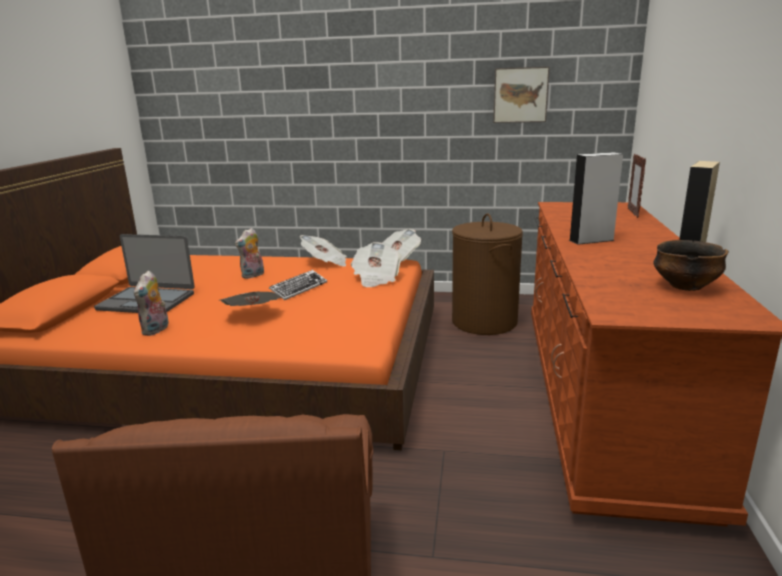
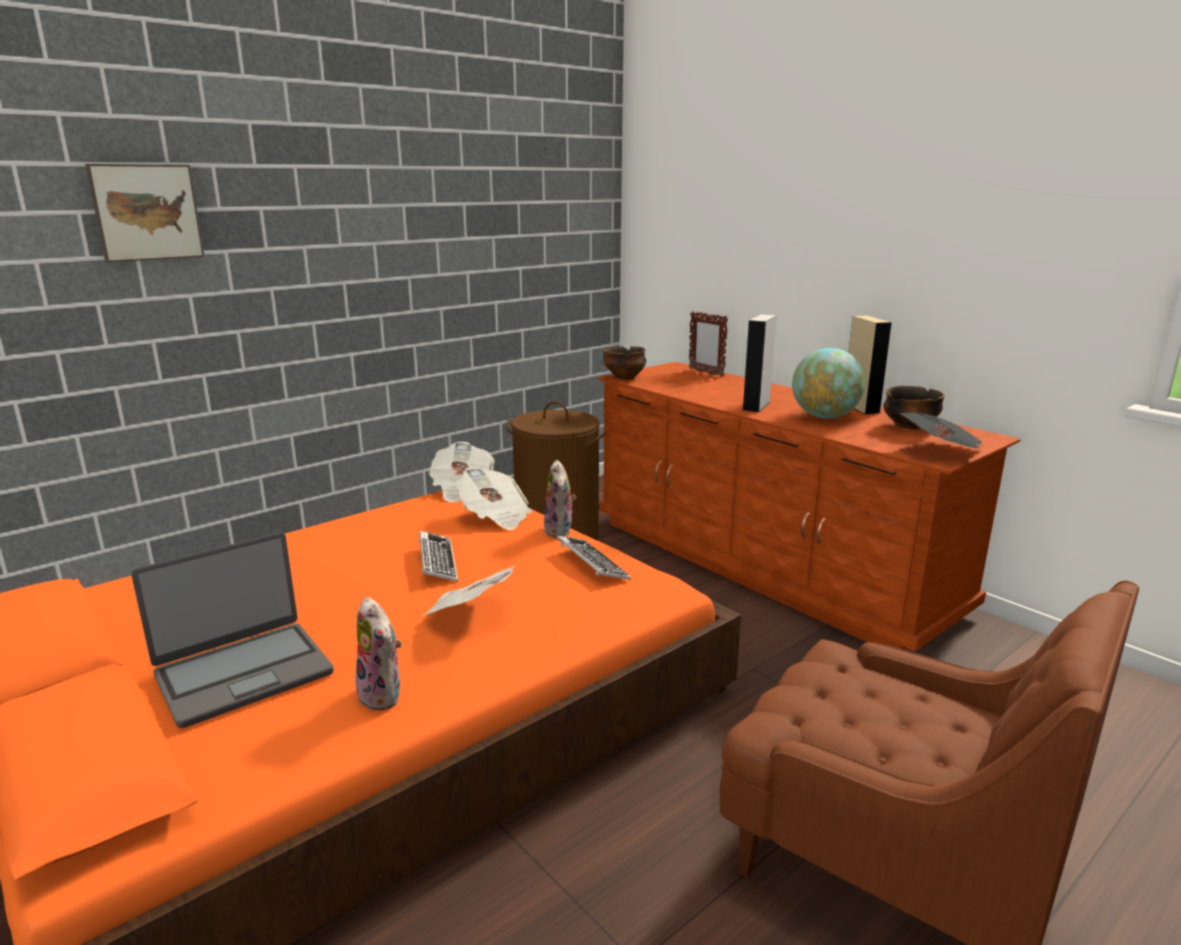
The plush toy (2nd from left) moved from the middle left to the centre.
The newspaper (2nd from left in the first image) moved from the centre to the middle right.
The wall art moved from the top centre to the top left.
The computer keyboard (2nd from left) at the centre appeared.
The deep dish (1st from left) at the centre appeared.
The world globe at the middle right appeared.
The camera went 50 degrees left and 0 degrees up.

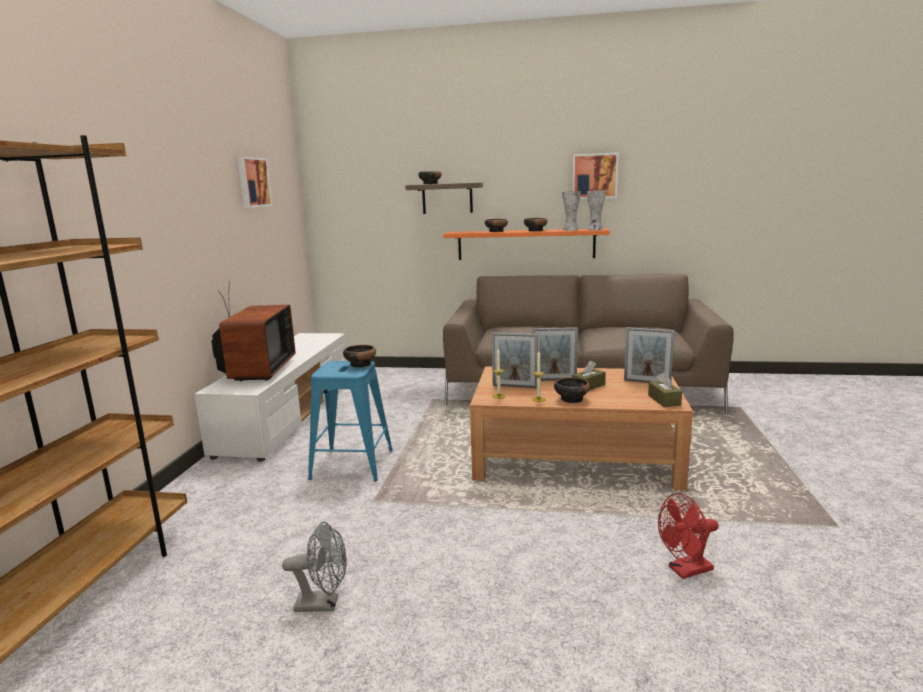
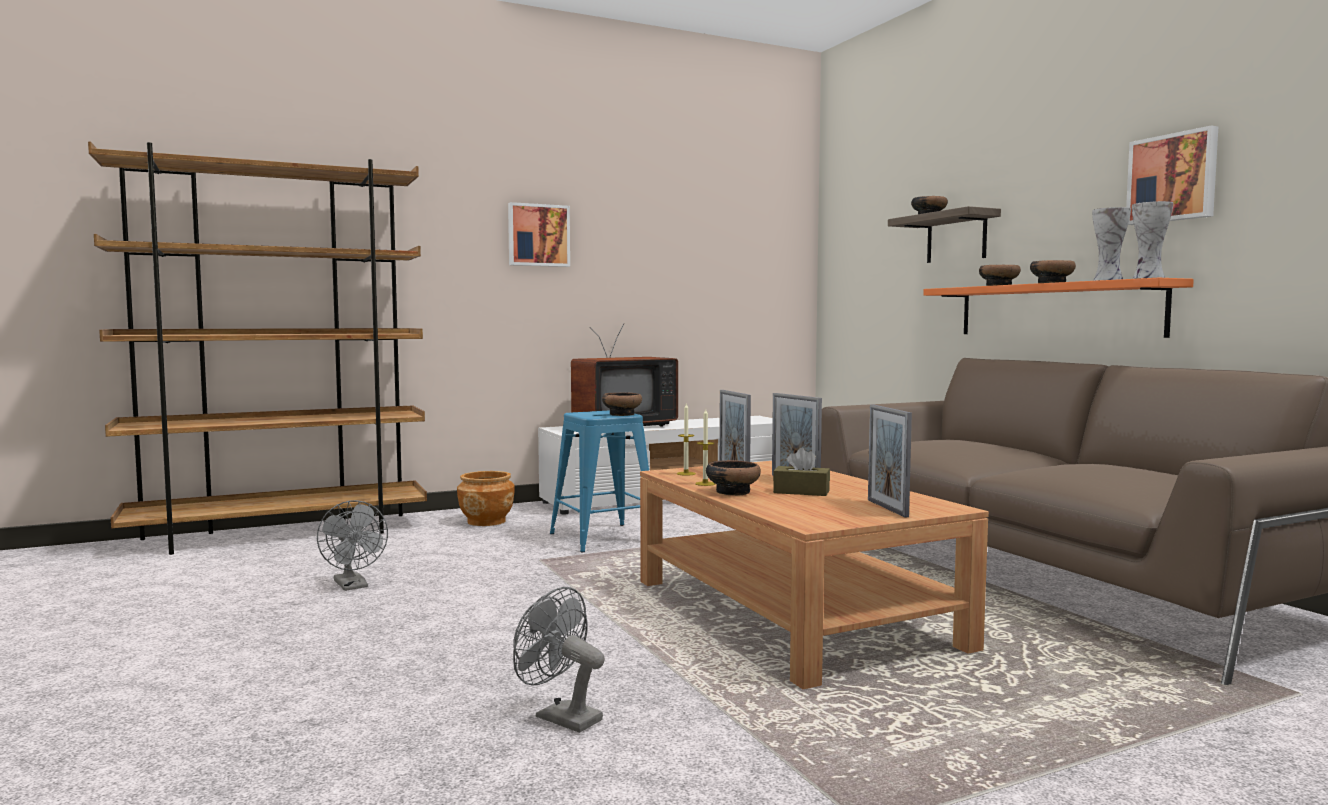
The wall art (1st from left) moved from the top left to the top centre.
The box of tissues (brown) (2nd from left) at the middle right disappeared.
The electric fan (red-coloured) at the bottom right became the electric fan (greyish) (2nd from left) at the bottom centre.
The flower pot (brown) at the centre appeared.
The camera went 55 degrees right and 10 degrees down.

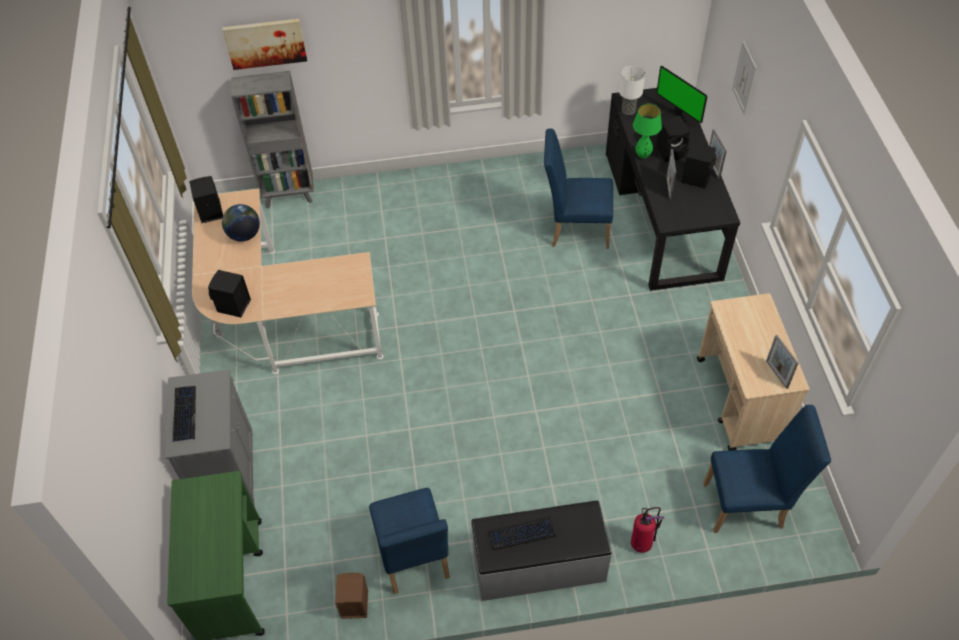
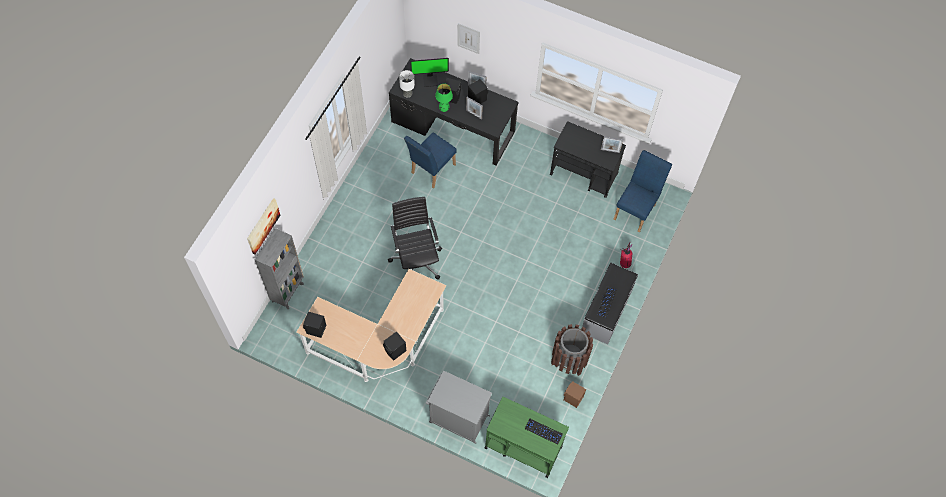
The computer keyboard (1st from left) moved from the middle left to the bottom centre.
The world globe at the middle left disappeared.
The chair (bluish) (1st from left) at the bottom centre was replaced by the trash can (brown) at the bottom centre.
The wheeled cart (beige-coloured) at the middle right became the wheeled cart (black-coloured) at the top centre.
The desk chair (black-coloured) at the centre appeared.
The camera went 60 degrees left and 10 degrees up.

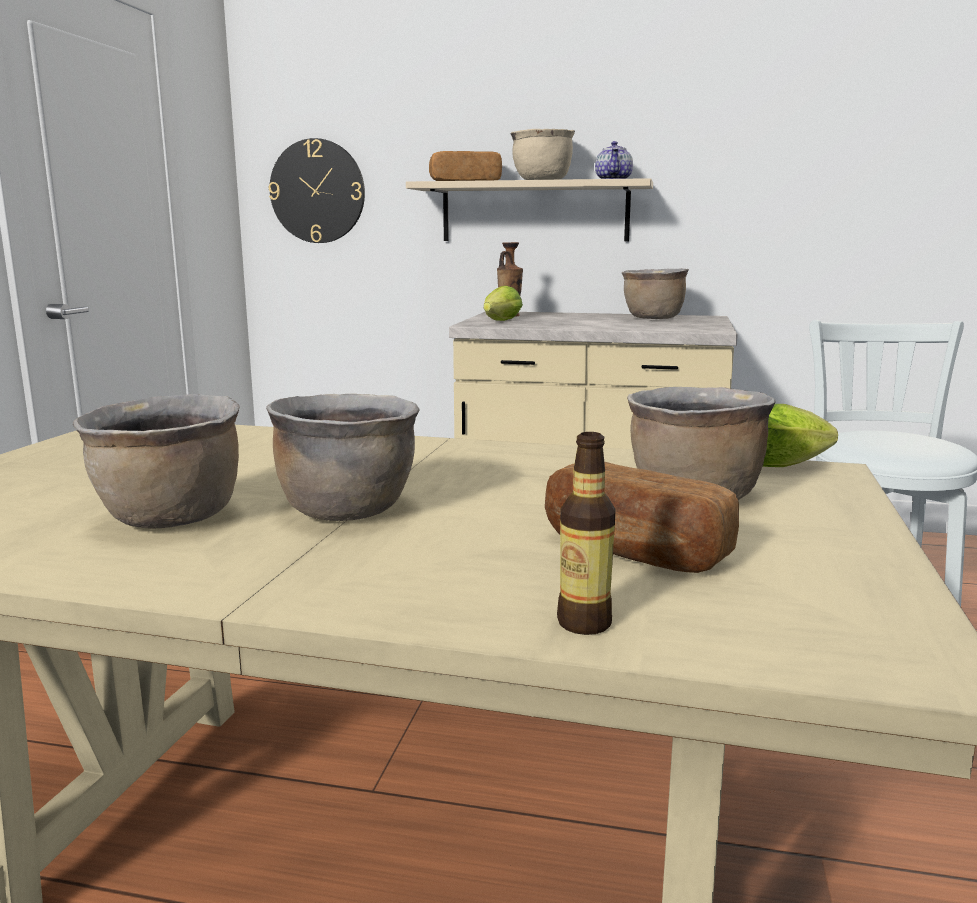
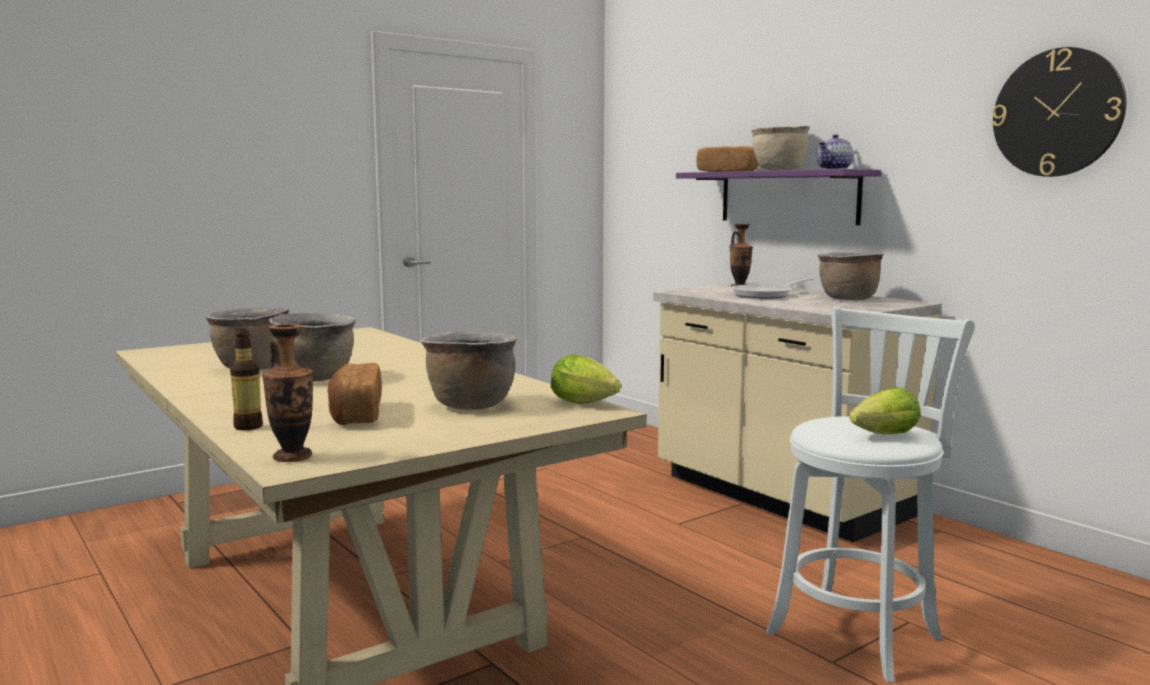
The hanging clock moved from the top left to the top right.
The bracket shelf (beige-coloured) at the top centre became the bracket shelf (purplish) at the top right.
The lettuce (1st from left in the first image) moved from the centre to the middle right.
The vase (1st from left) at the middle left appeared.
The frying pan at the middle right appeared.
The camera went 40 degrees right and 5 degrees down.

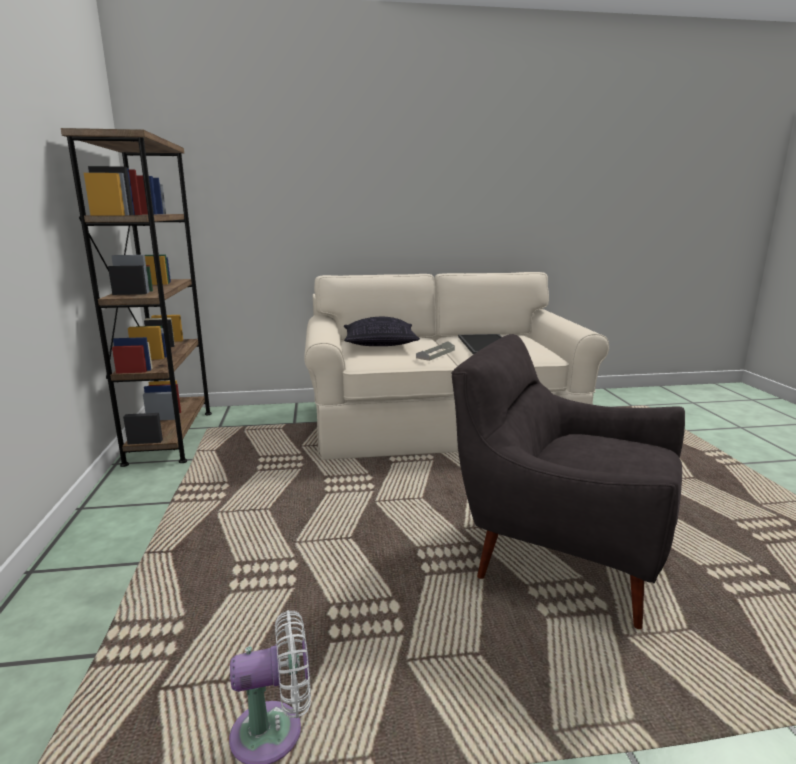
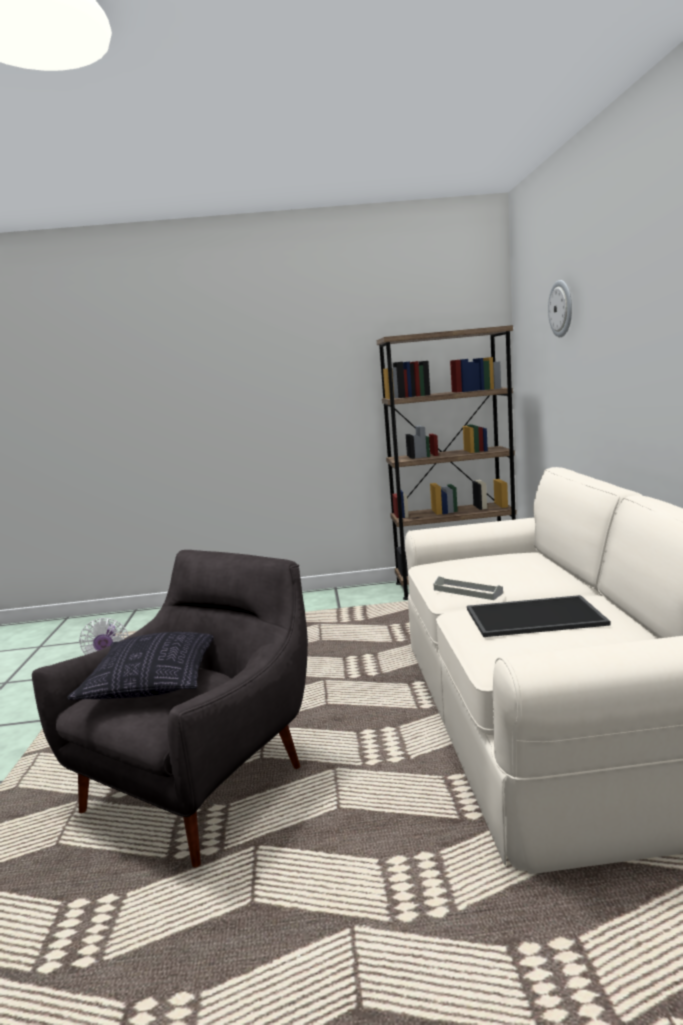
The cushion moved from the centre to the middle left.
The hanging clock at the top right appeared.
The camera went 95 degrees right and 5 degrees down.

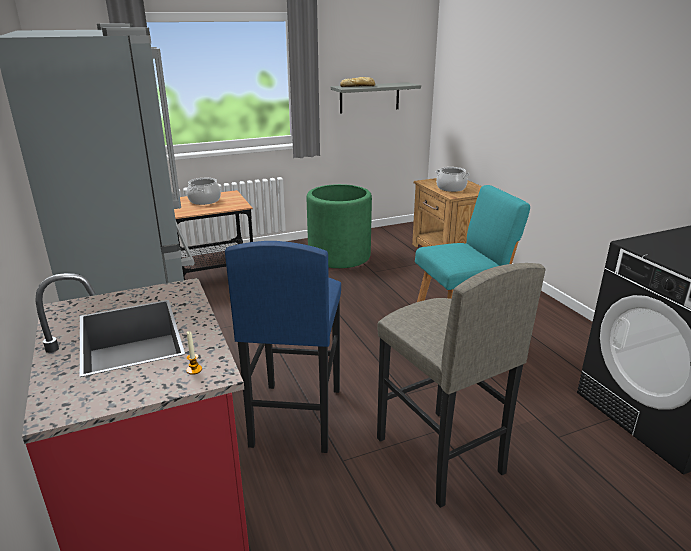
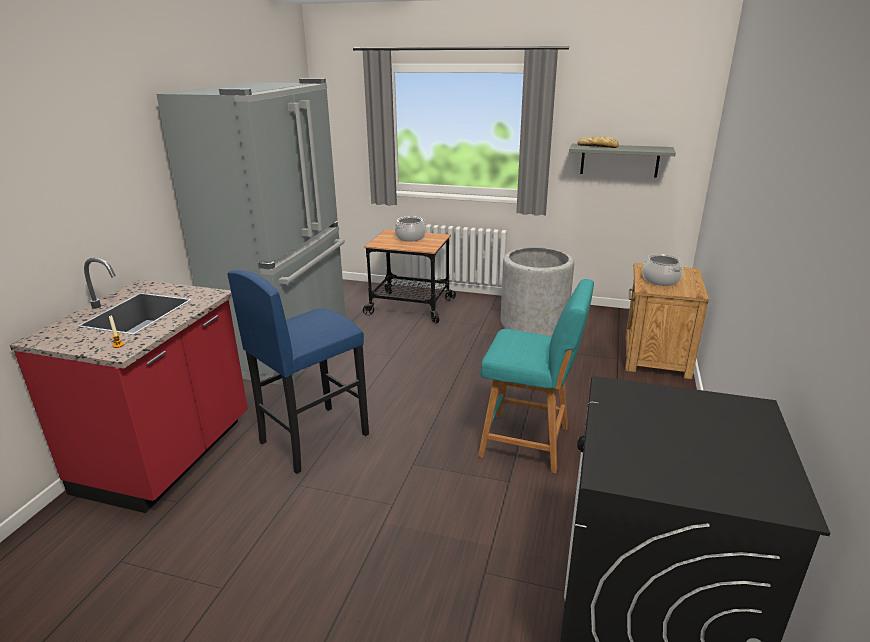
The flower pot (green) at the centre became the flower pot (greyish) at the centre.
The sitting stool (greyish) at the bottom right disappeared.
The camera went 40 degrees right and 0 degrees up.

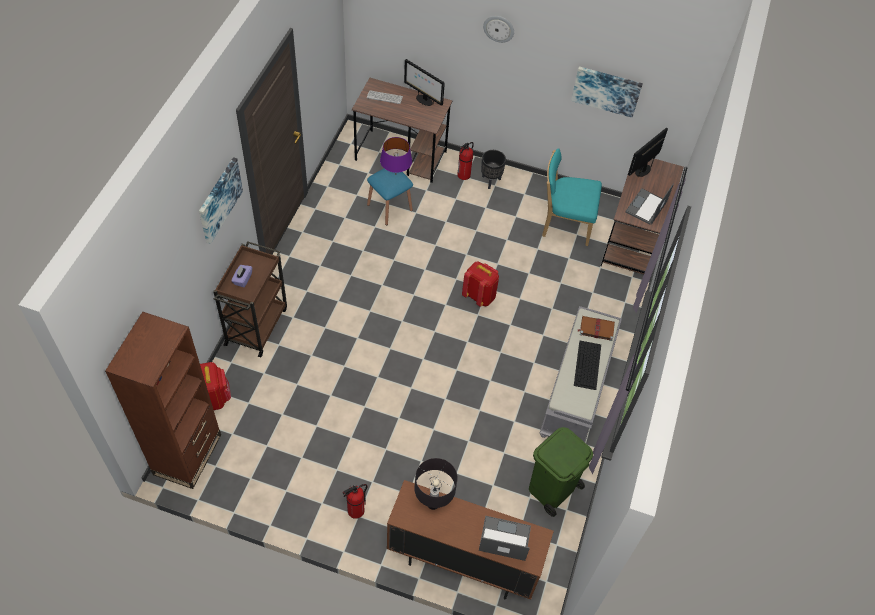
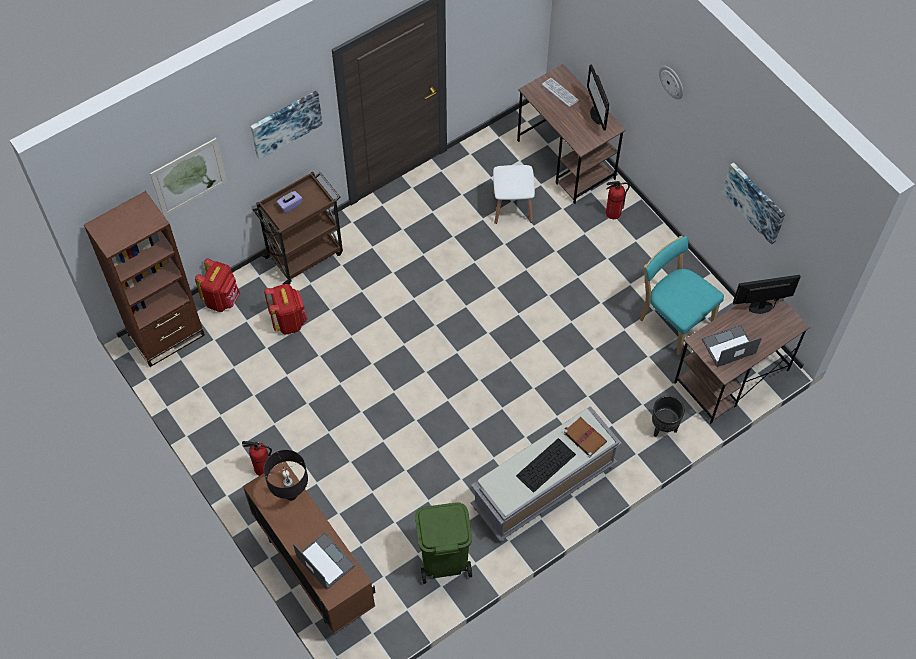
The sitting stool (bluish) at the top centre became the sitting stool (white-coloured) at the top centre.
The table lamp (purplish) at the top centre disappeared.
The backpack (red-coloured) (2nd from left) moved from the centre to the middle left.
The flower pot (black-coloured) moved from the top centre to the middle right.
The wall art (1st from left) at the top left appeared.
The camera went 40 degrees right and 5 degrees up.

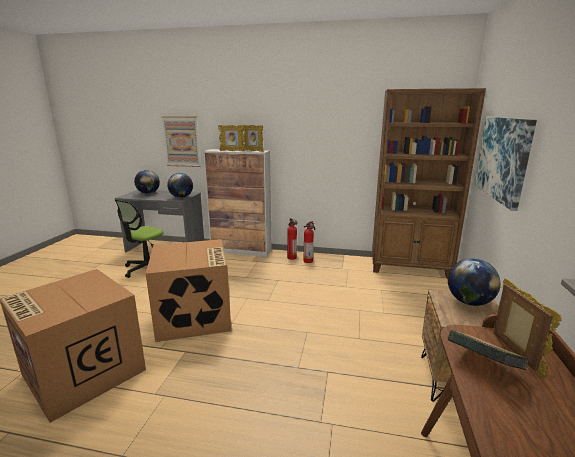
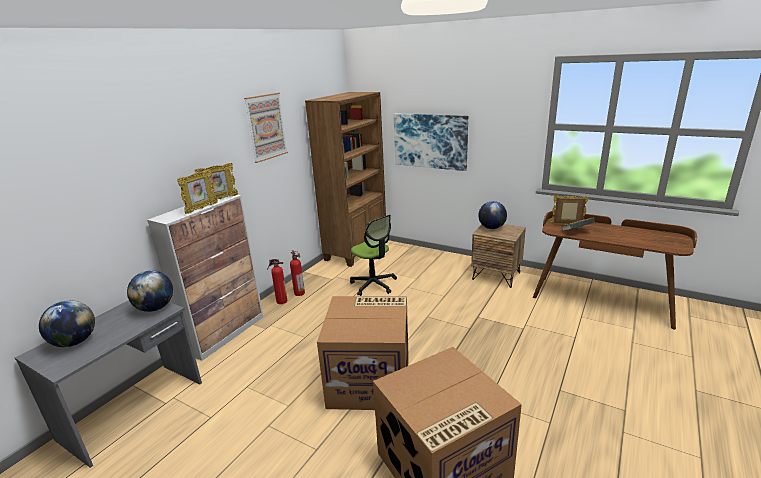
The desk chair moved from the middle left to the centre.
The wall art (1st from left) moved from the top left to the top centre.
The camera went 70 degrees left and 5 degrees up.

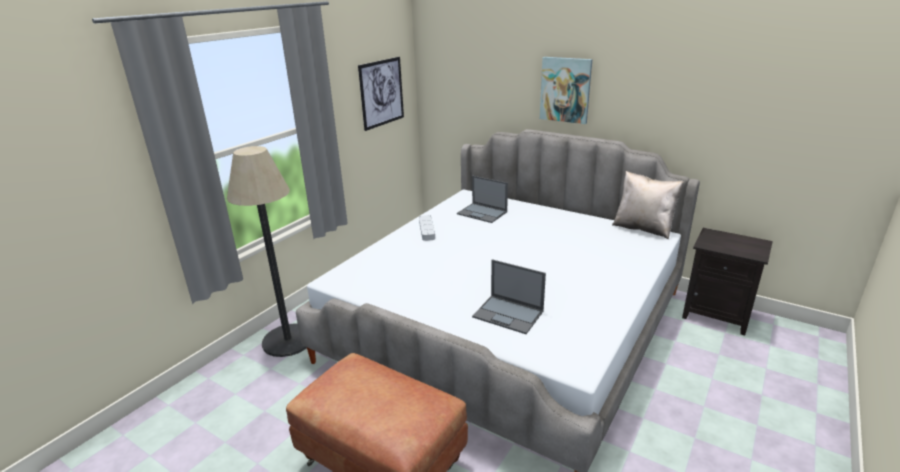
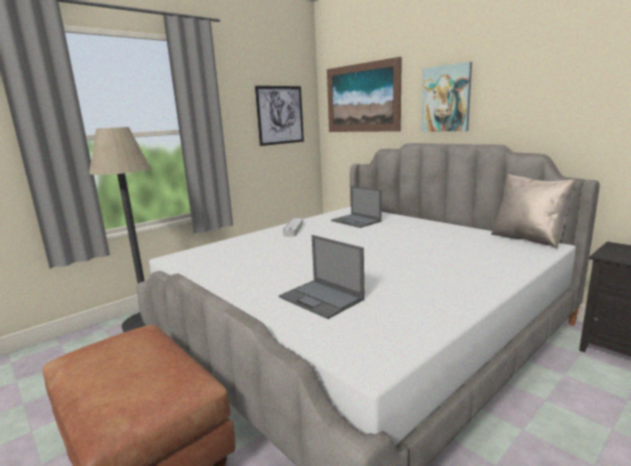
The wall art (2nd from left) at the top centre appeared.
The camera went 15 degrees right and 10 degrees down.

